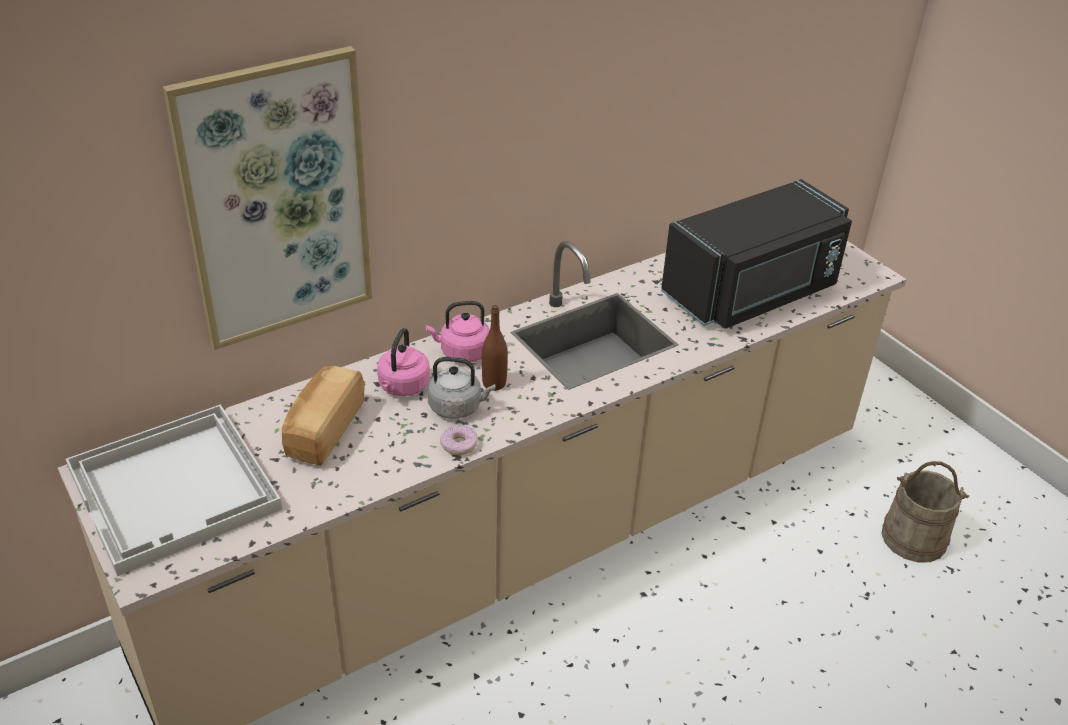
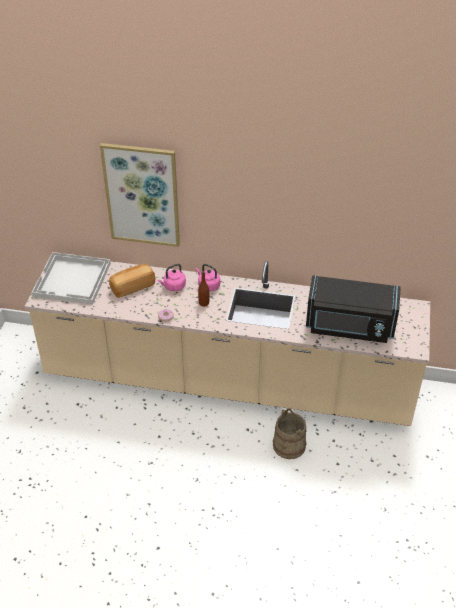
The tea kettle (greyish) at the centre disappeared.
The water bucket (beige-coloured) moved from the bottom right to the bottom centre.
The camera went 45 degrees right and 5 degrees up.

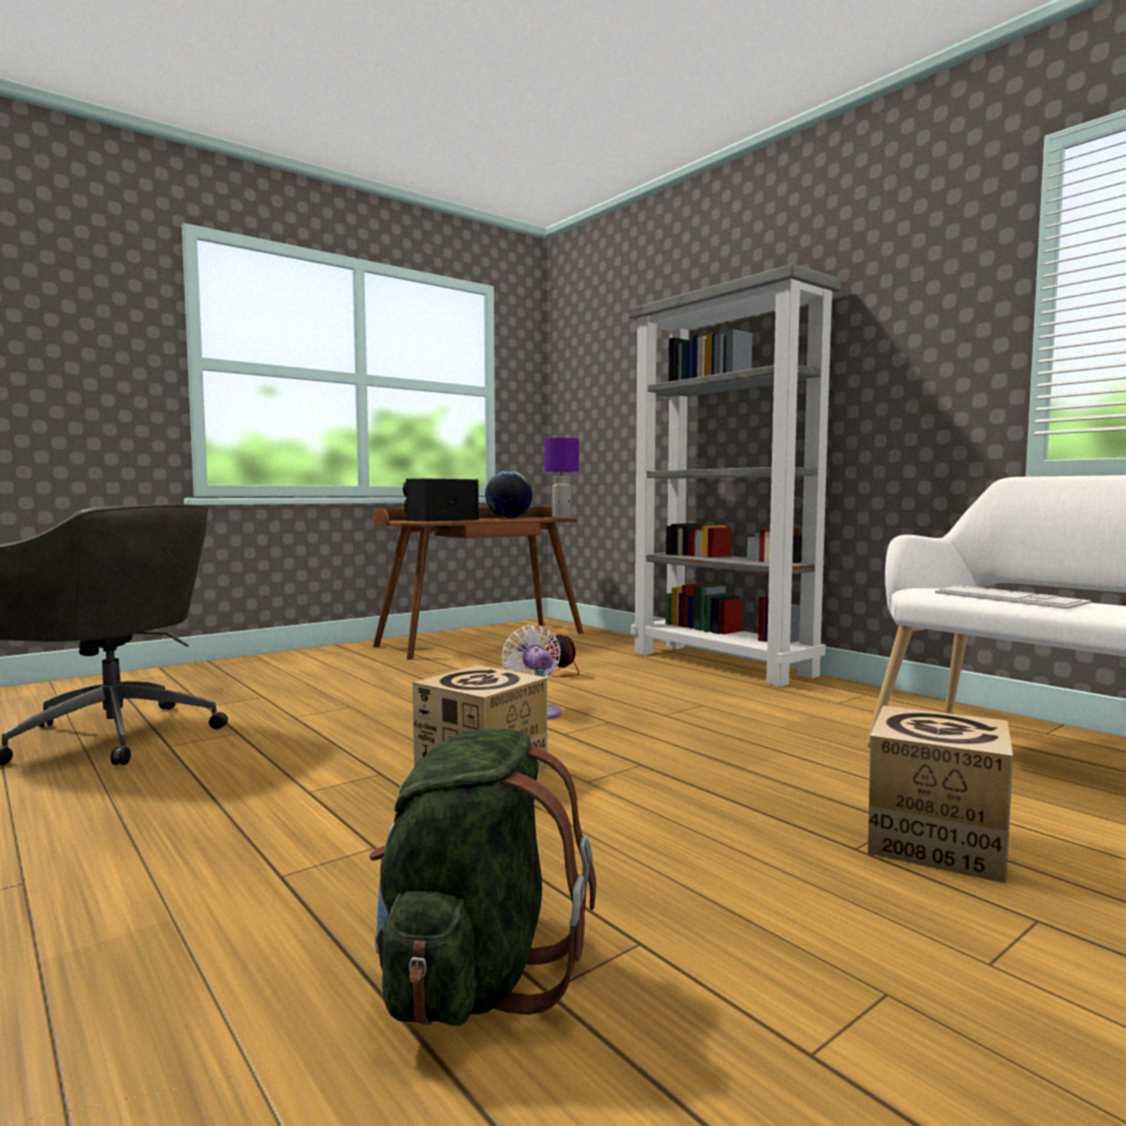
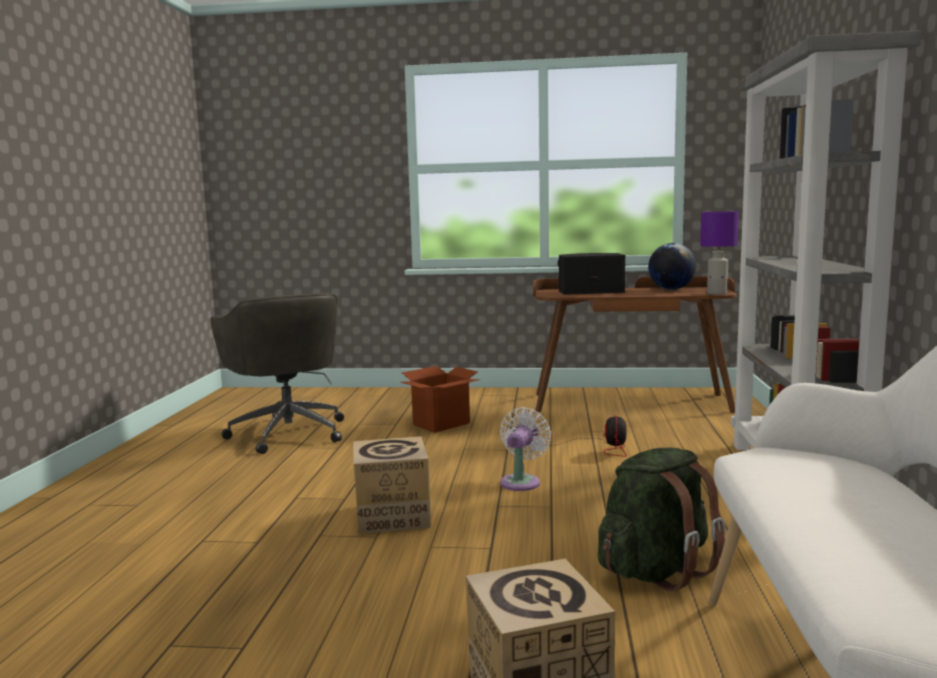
The backpack (green) moved from the bottom centre to the bottom right.
The computer keyboard at the middle right disappeared.
The packing box (2nd from left) at the centre appeared.
The camera went 45 degrees right and 5 degrees up.

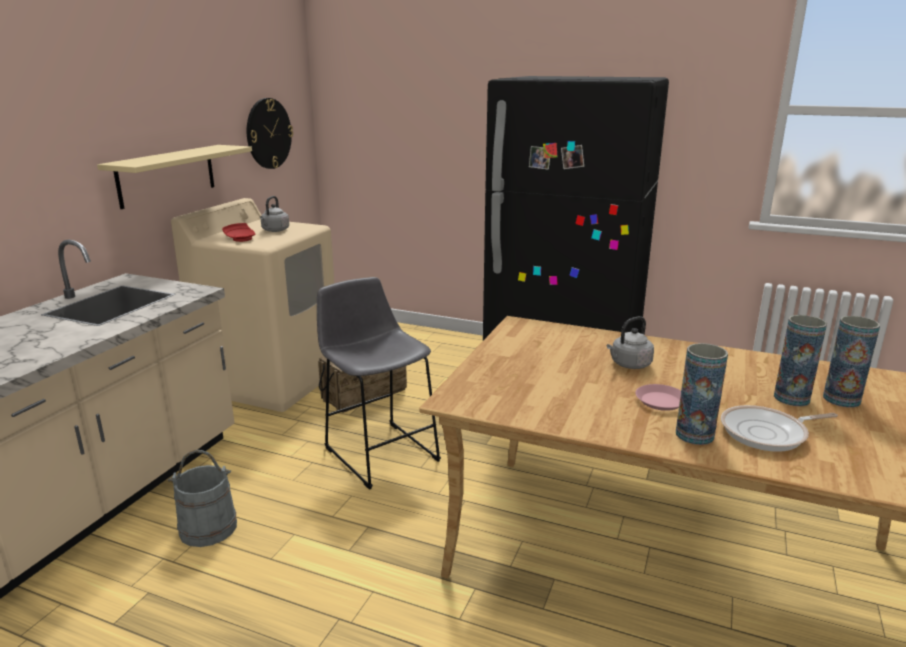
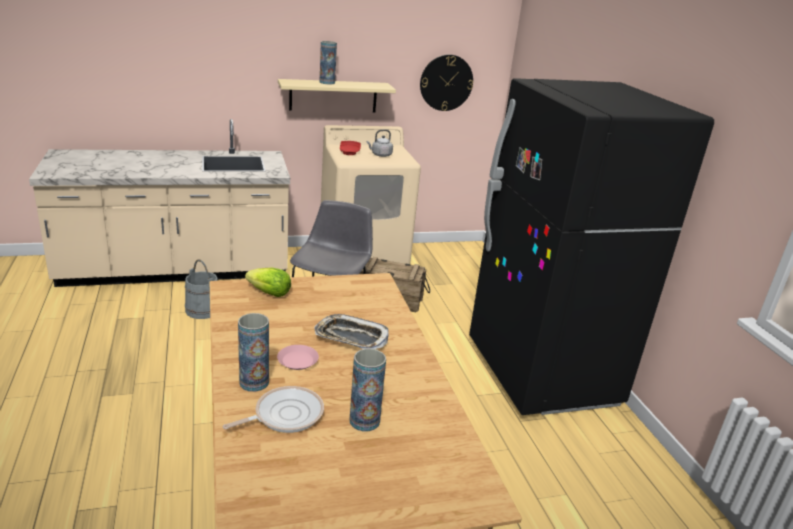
The tea kettle (greyish) (2nd from left) at the middle right was replaced by the carrying tray at the centre.
The frying pan at the middle right turned 105 degrees clockwise.
The vase (3rd from left in the first image) moved from the middle right to the top centre.
The lettuce at the centre appeared.
The camera went 50 degrees right and 5 degrees up.

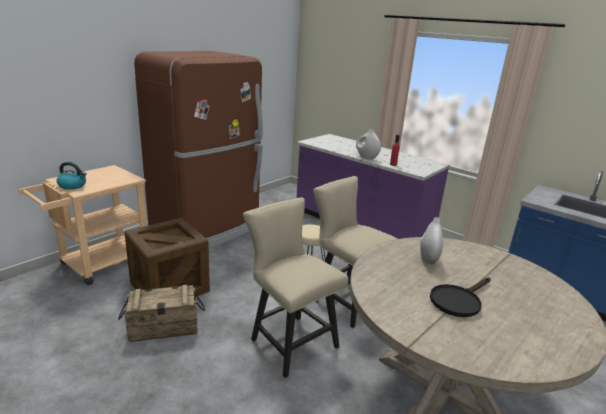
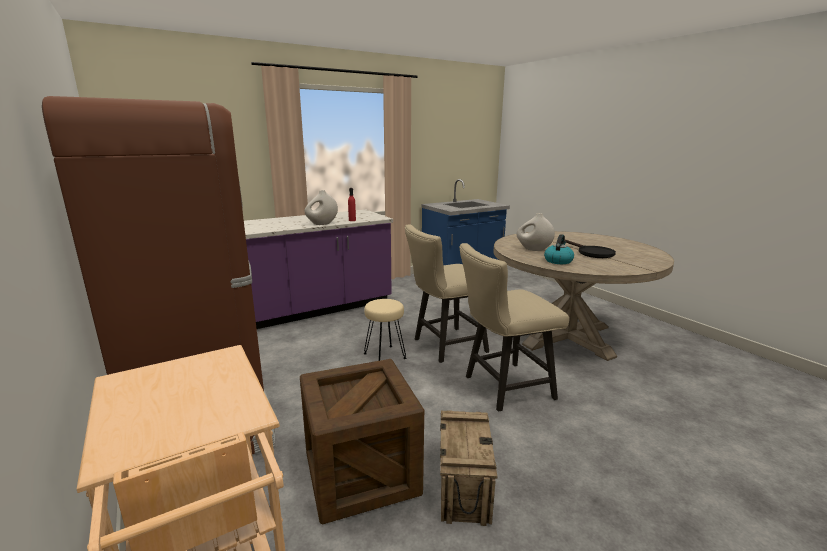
The tea kettle moved from the middle left to the middle right.
The camera went 70 degrees left and 5 degrees down.

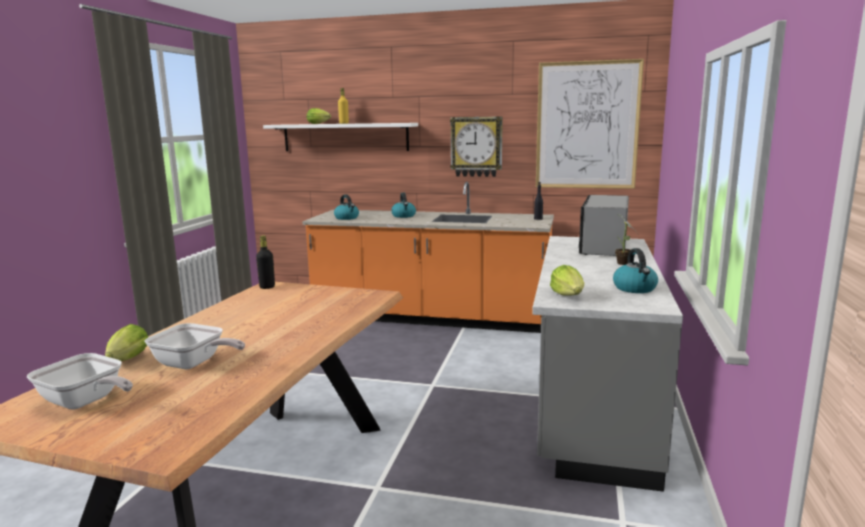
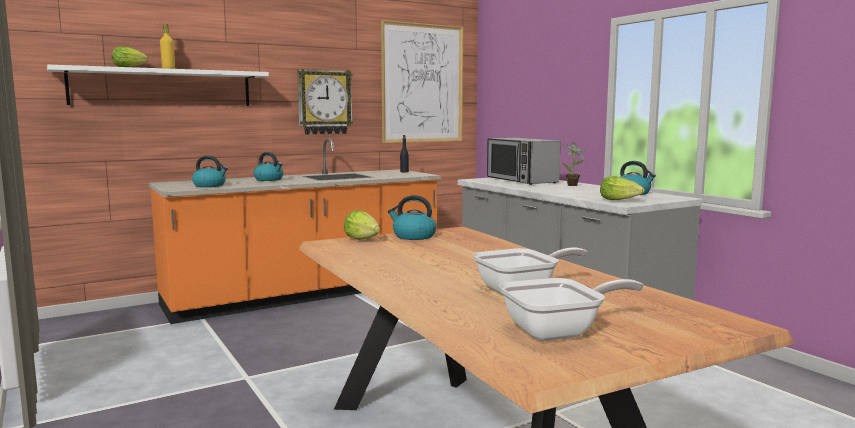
The lettuce (1st from left in the first image) moved from the middle left to the centre.
The drink bottle (black-coloured) (1st from left) at the middle left disappeared.
The tea kettle (3rd from left) at the centre appeared.
The camera went 45 degrees left and 5 degrees down.

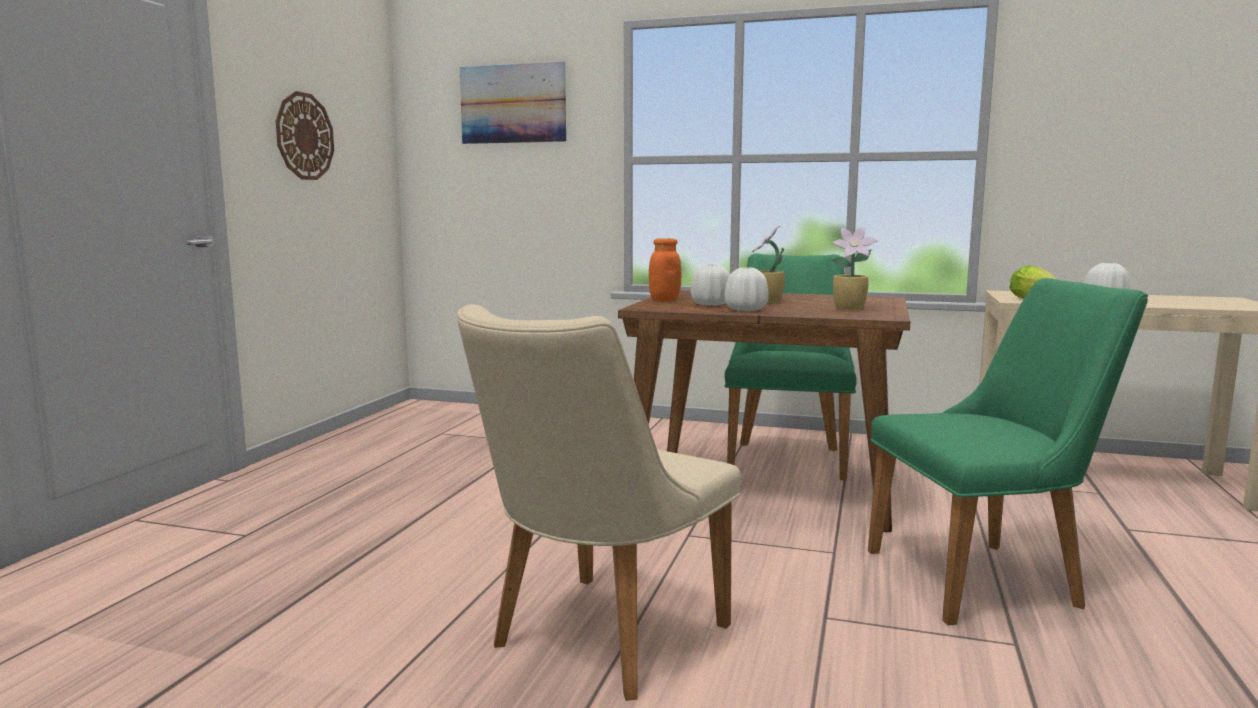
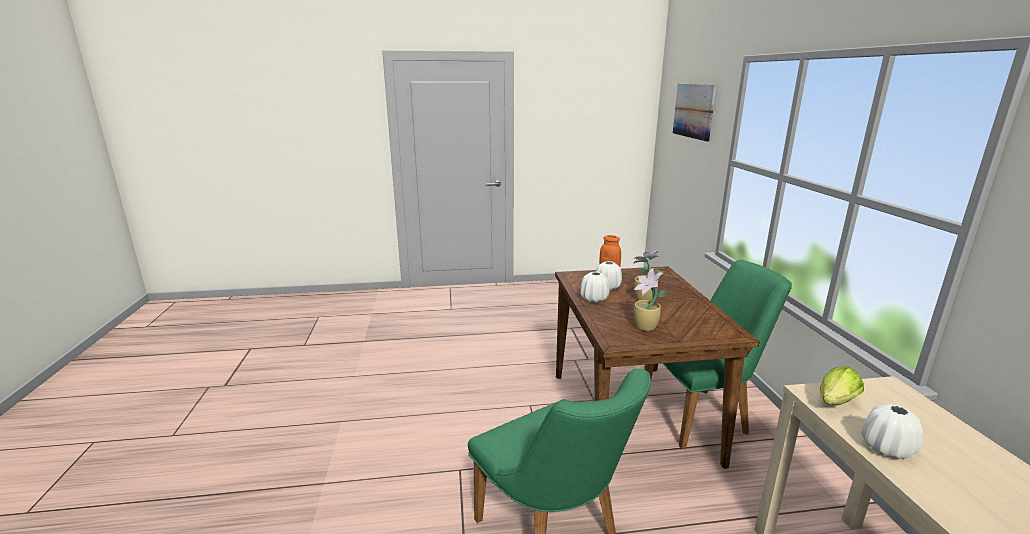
The hanging clock at the top left disappeared.
The chair (beige-coloured) at the bottom centre disappeared.
The camera went 65 degrees right and 10 degrees up.

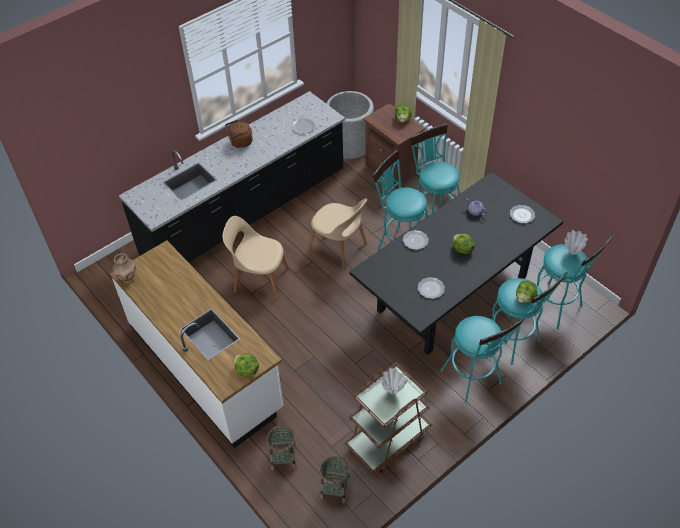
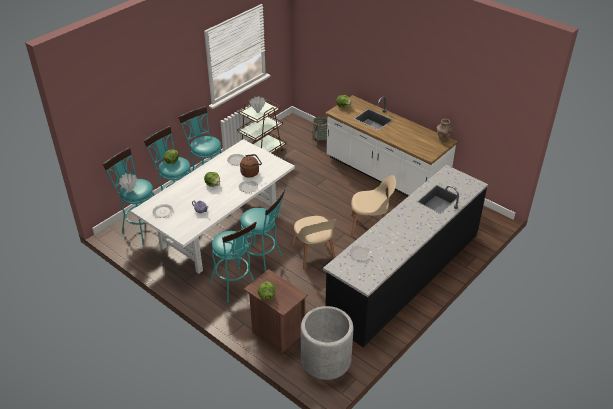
The tea kettle (brown) moved from the top centre to the centre.
The chair (beige-coloured) (2nd from left in the first image) at the centre turned 135 degrees counterclockwise.
The storage basket (2nd from left) at the bottom centre disappeared.
The kitchen table (black-coloured) at the middle right became the kitchen table (white-coloured) at the centre.
The camera went 170 degrees right and 10 degrees down.

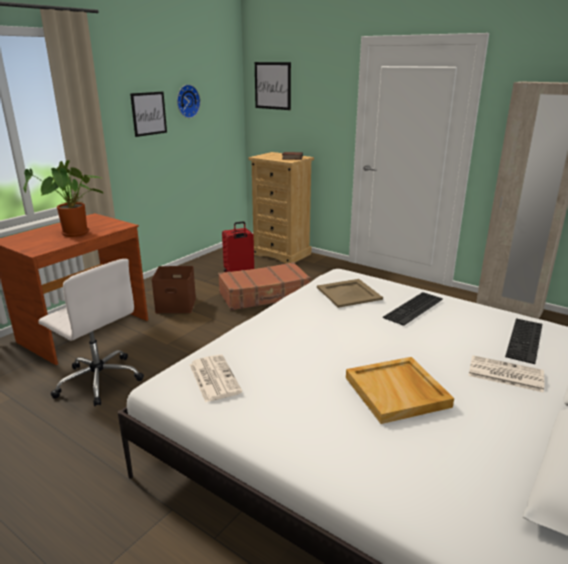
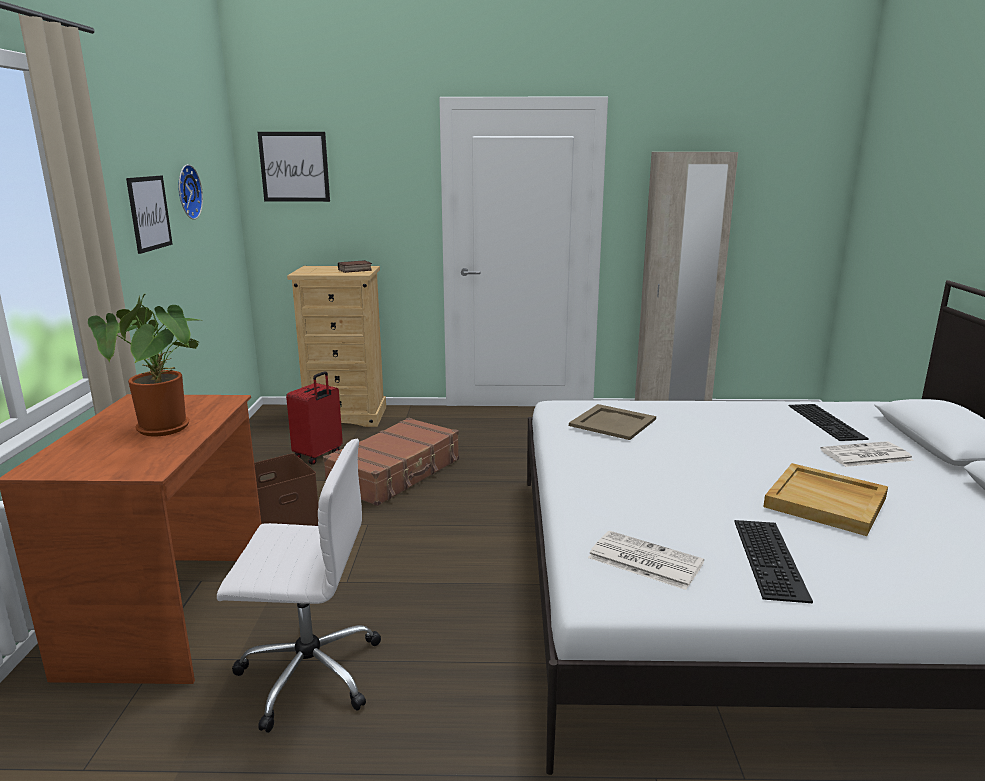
The computer keyboard (1st from left) moved from the middle right to the bottom right.
The camera went 35 degrees left and 5 degrees down.

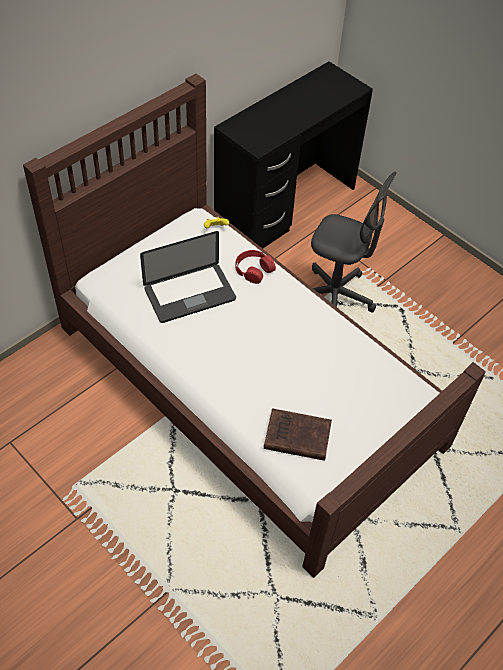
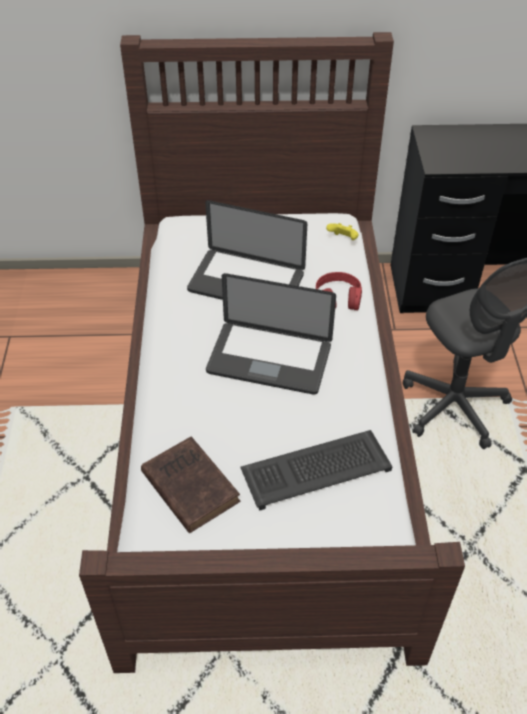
The notebook computer (2nd from left) at the centre appeared.
The computer keyboard at the centre appeared.
The camera went 45 degrees right and 5 degrees down.

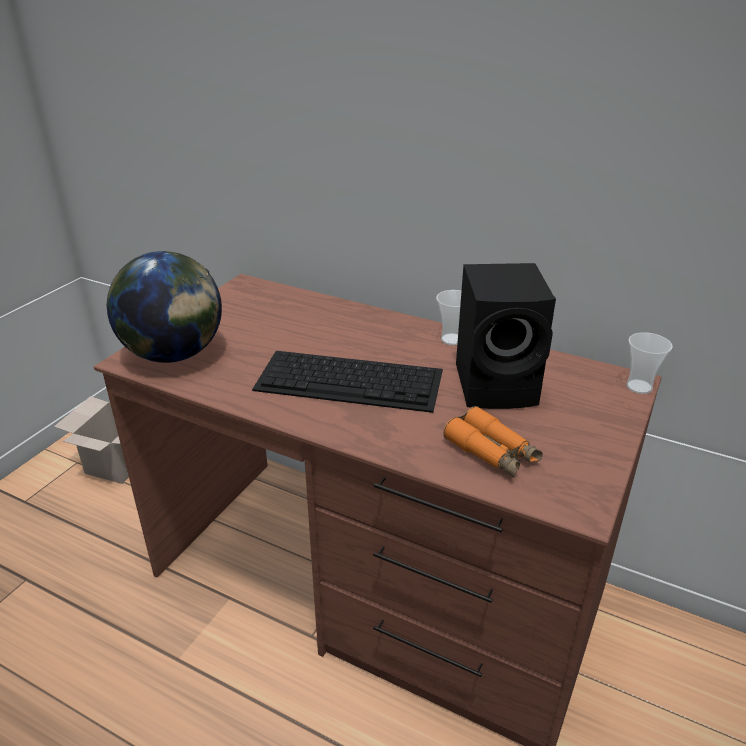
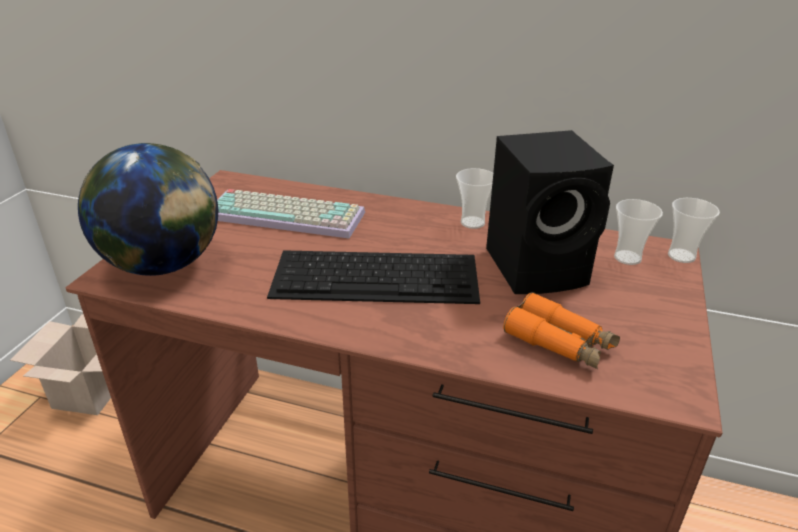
The computer keyboard (1st from left) at the centre appeared.
The small cup (2nd from left) at the middle right appeared.
The camera went 10 degrees left and 0 degrees up.

